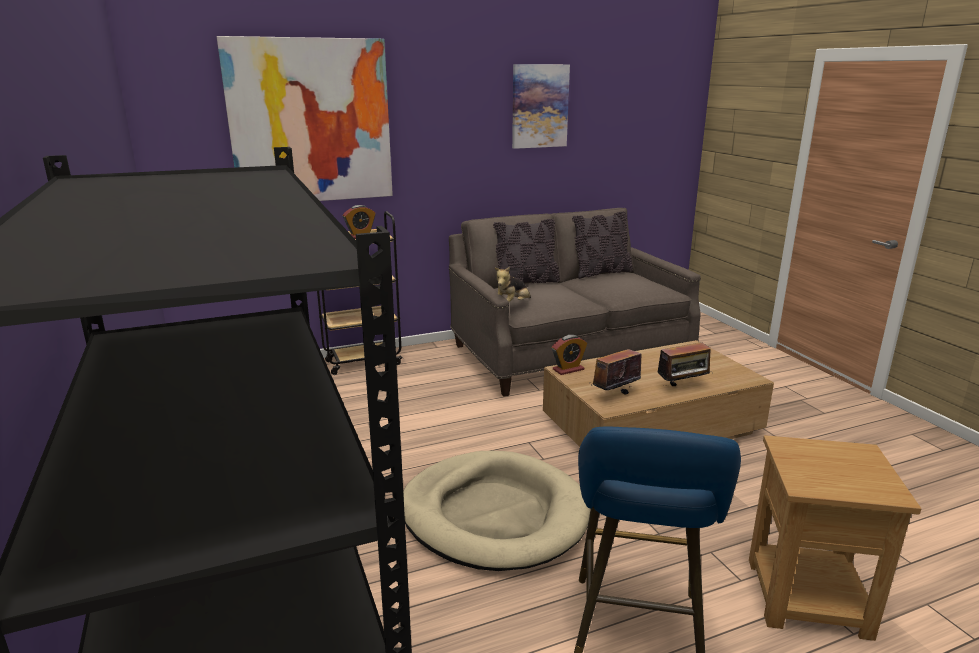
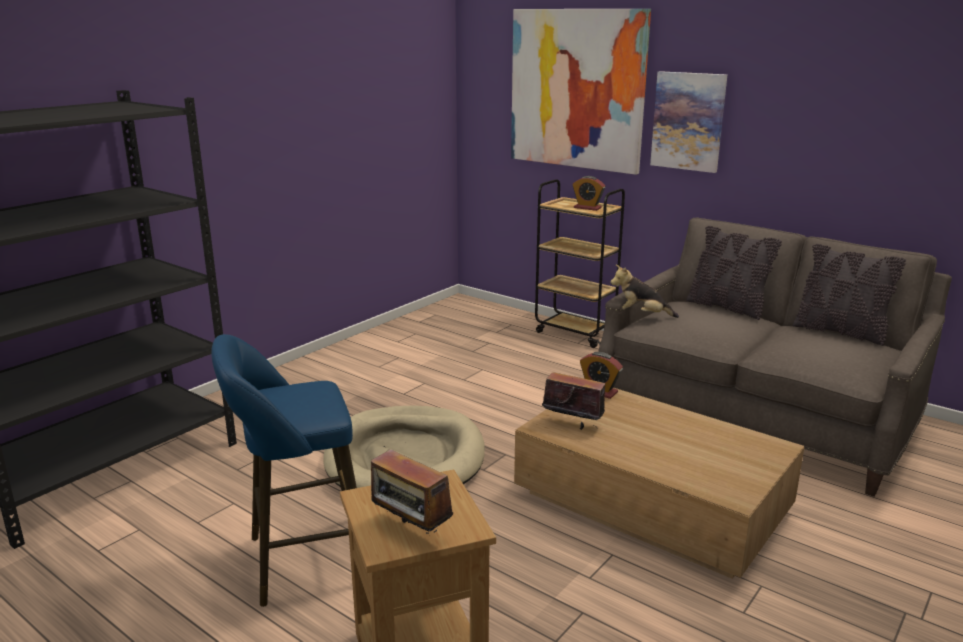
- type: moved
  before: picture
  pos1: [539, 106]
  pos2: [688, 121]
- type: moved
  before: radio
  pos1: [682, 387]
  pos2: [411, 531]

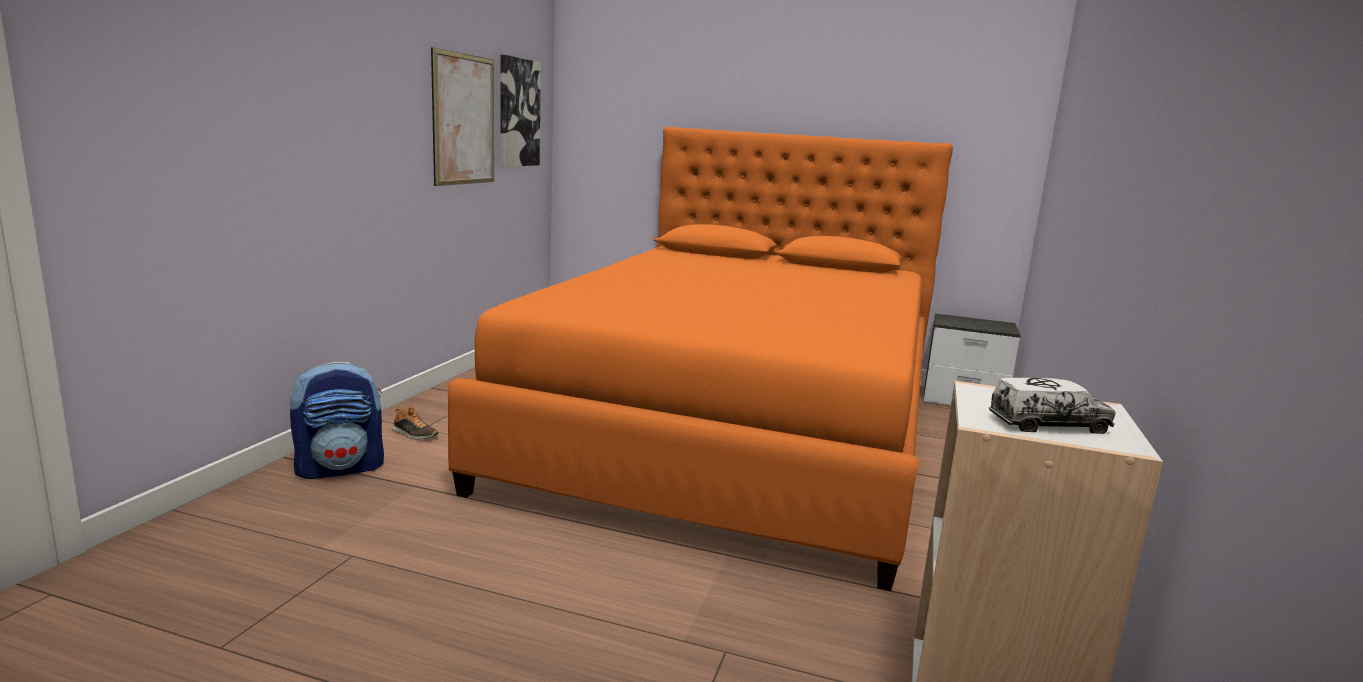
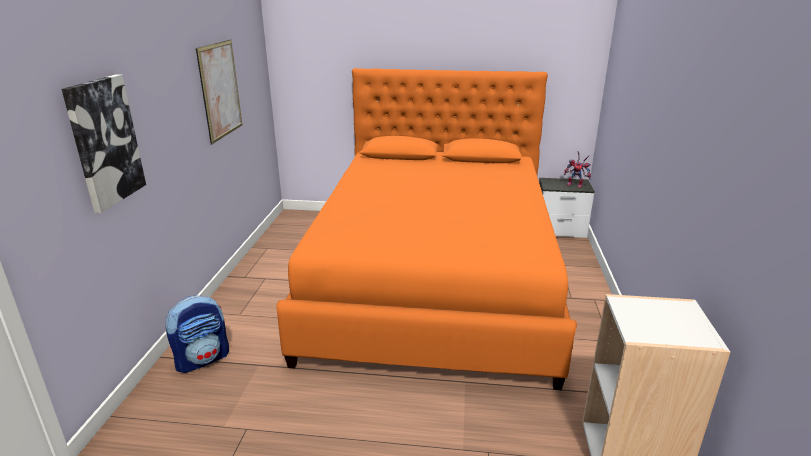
- type: moved
  before: picture
  pos1: [518, 113]
  pos2: [104, 142]
- type: removed
  before: toy truck
  pos1: [1048, 424]
- type: removed
  before: shoe
  pos1: [414, 434]
- type: added
  after: toy robot
  pos2: [576, 185]

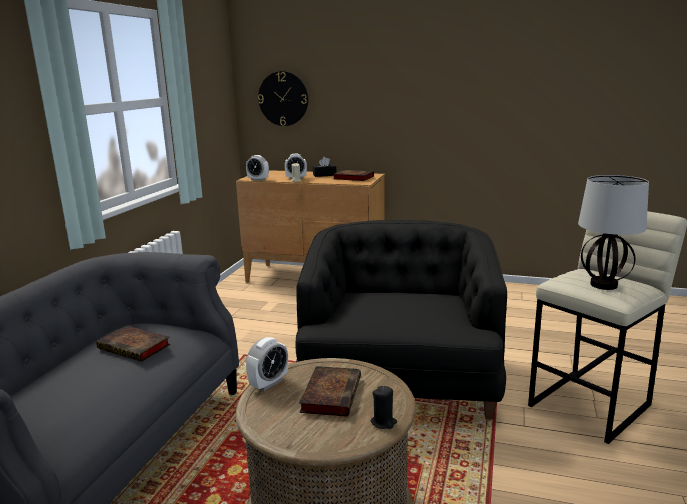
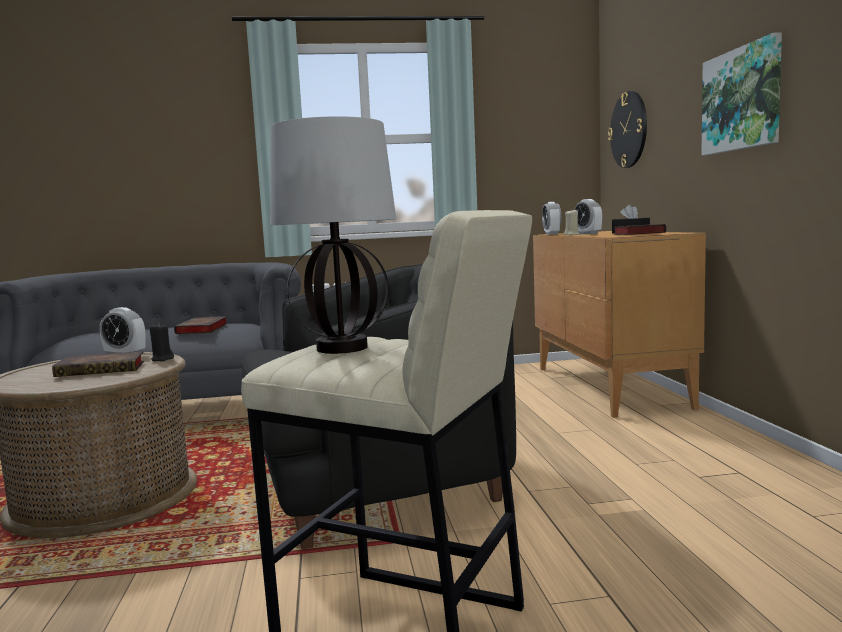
- type: moved
  before: black candle
  pos1: [383, 422]
  pos2: [162, 359]
- type: added
  after: picture
  pos2: [742, 99]

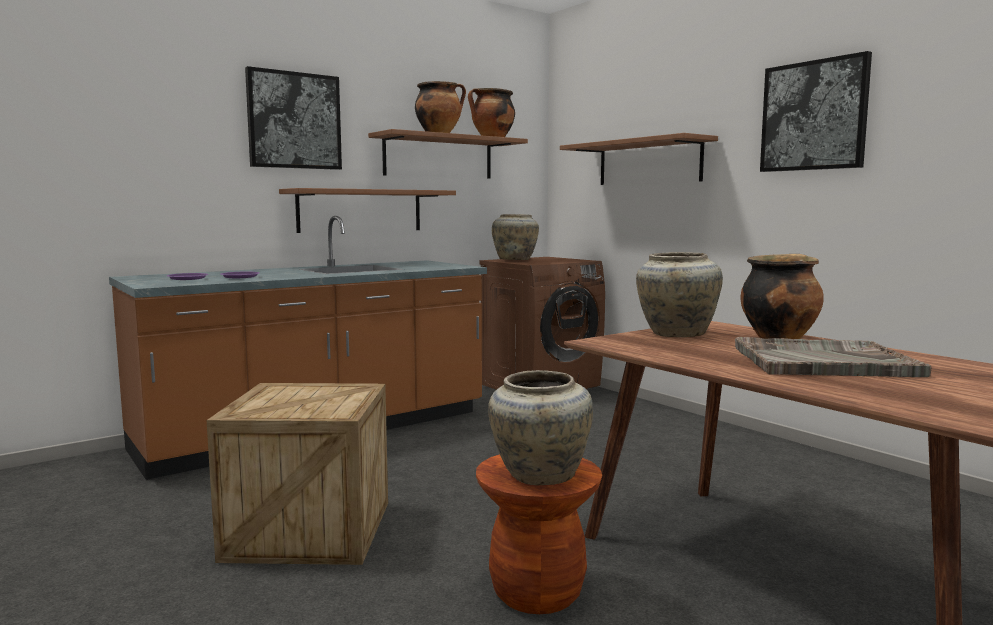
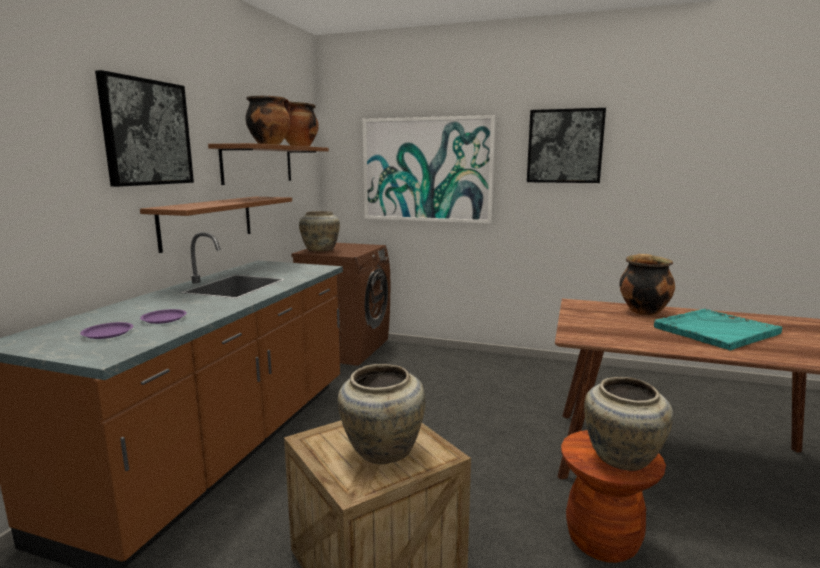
- type: replaced
  before: brown shelf
  after: picture
  pos1: [649, 162]
  pos2: [427, 170]
- type: moved
  before: beige vase
  pos1: [675, 334]
  pos2: [381, 451]
- type: recoloured
  before: grey tray
  after: turquoise tray
  pos1: [821, 361]
  pos2: [715, 330]

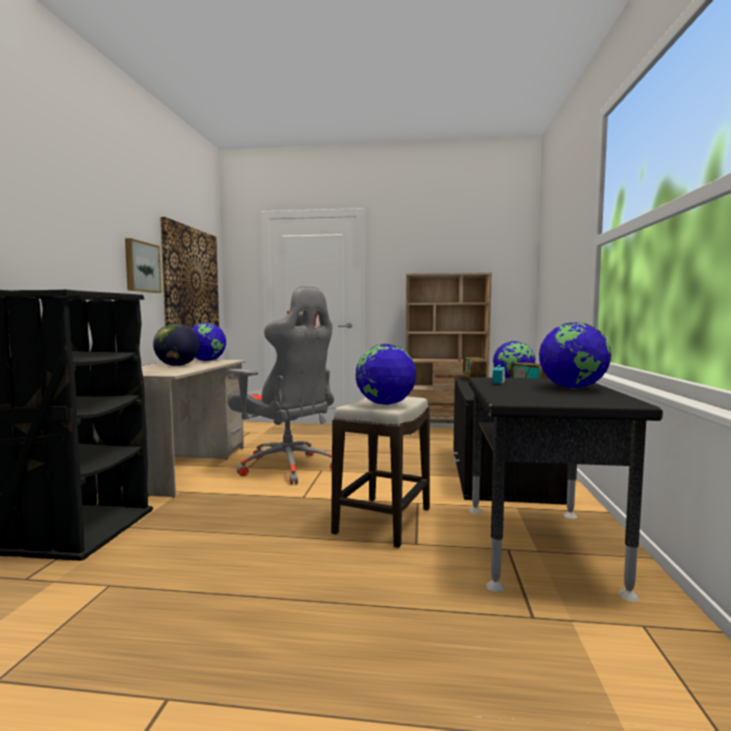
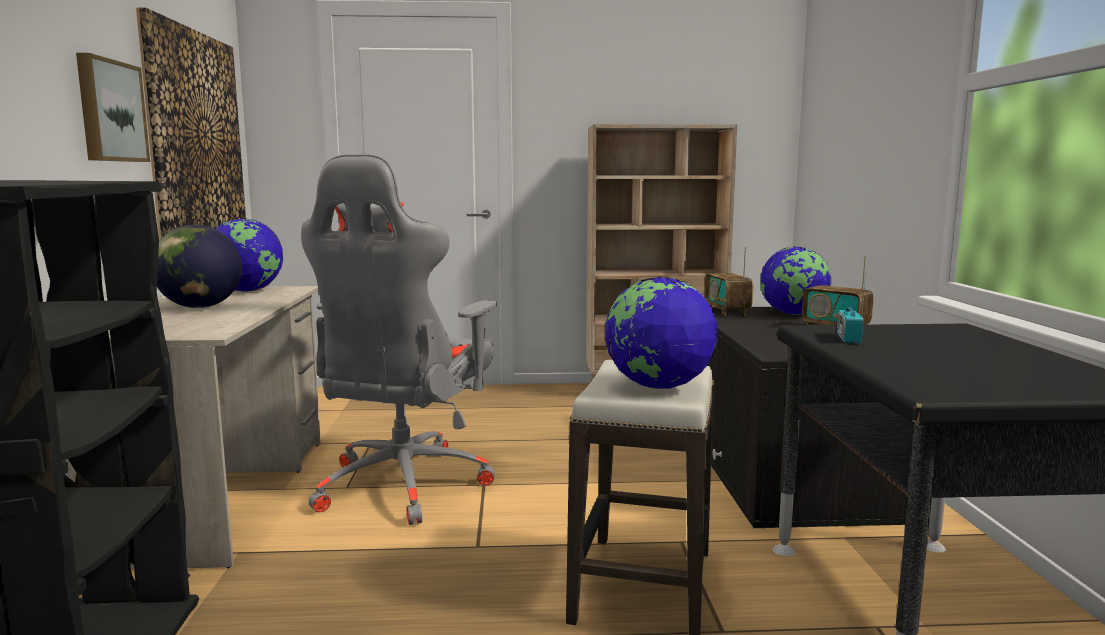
- type: turned
  before: grey office chair
  pos1: [283, 466]
  pos2: [410, 479]
  turn: 75
- type: removed
  before: globe
  pos1: [572, 388]

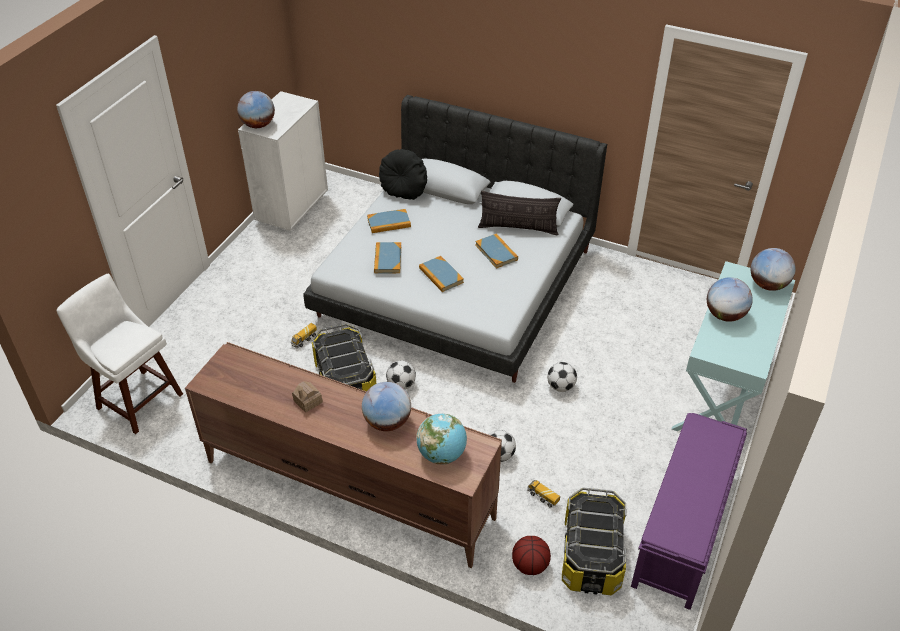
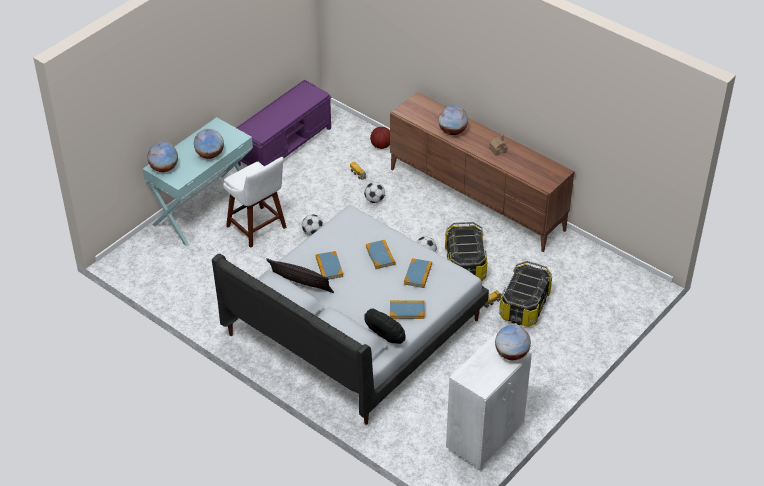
- type: moved
  before: white chair
  pos1: [137, 399]
  pos2: [258, 228]
- type: removed
  before: globe
  pos1: [442, 454]
- type: moved
  before: storage box
  pos1: [592, 555]
  pos2: [524, 305]

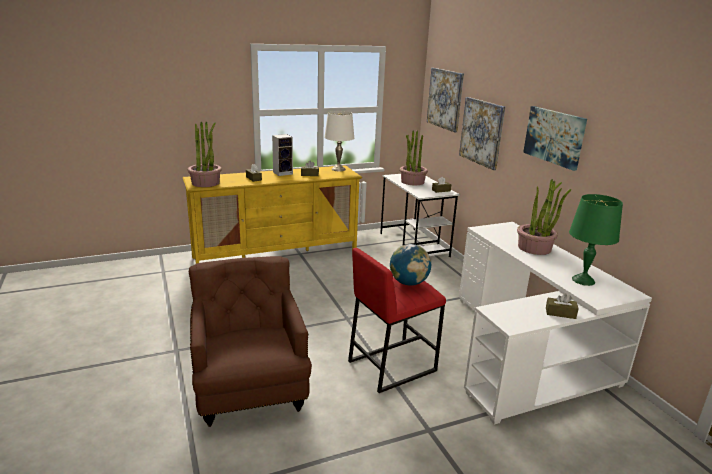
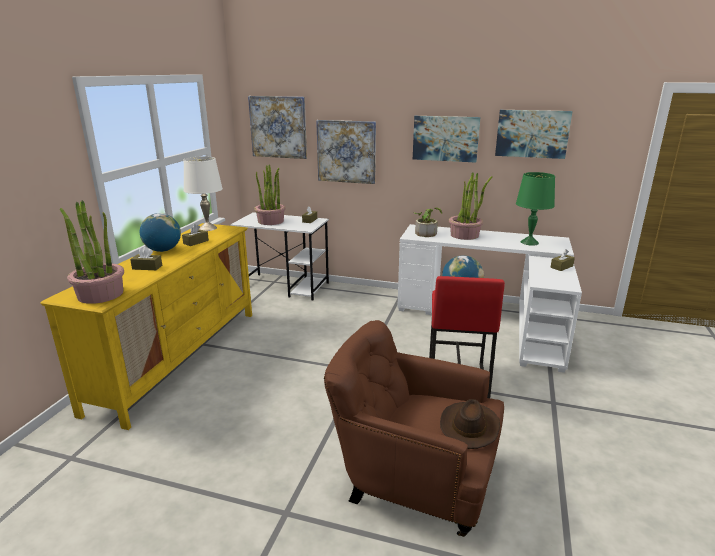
- type: replaced
  before: speaker
  after: globe
  pos1: [283, 173]
  pos2: [163, 250]
- type: added
  after: picture
  pos2: [532, 133]
- type: added
  after: potted plant
  pos2: [426, 232]
- type: added
  after: brown hat
  pos2: [469, 426]

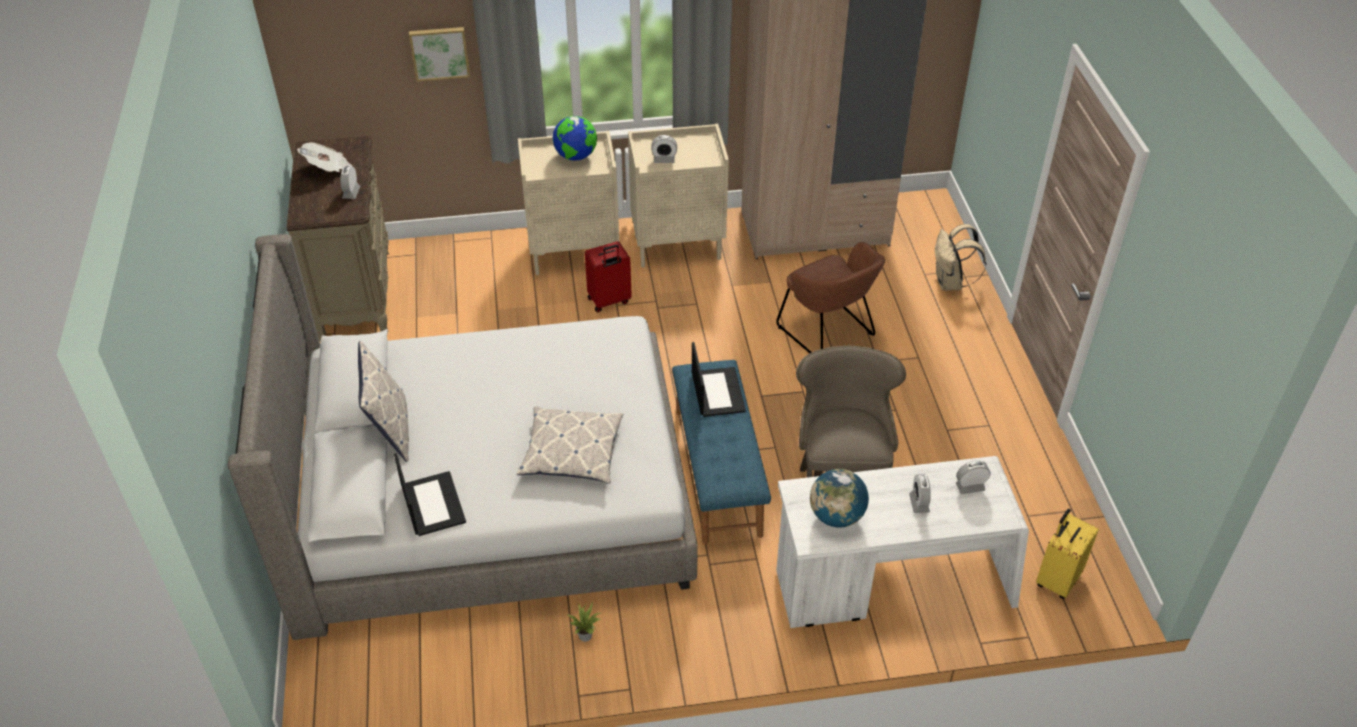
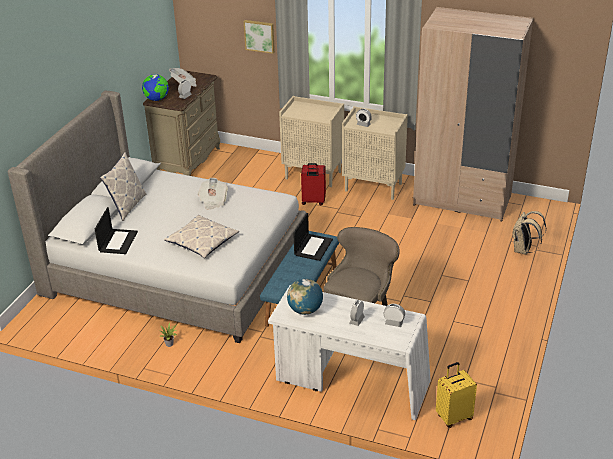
- type: moved
  before: globe
  pos1: [576, 156]
  pos2: [156, 99]
- type: removed
  before: brown armchair
  pos1: [828, 333]
- type: added
  after: newspaper
  pos2: [213, 201]

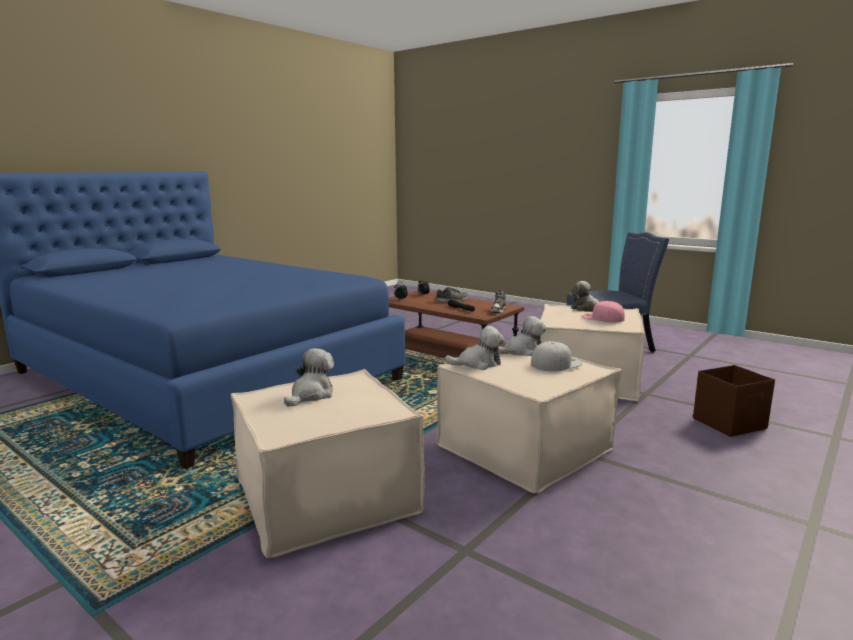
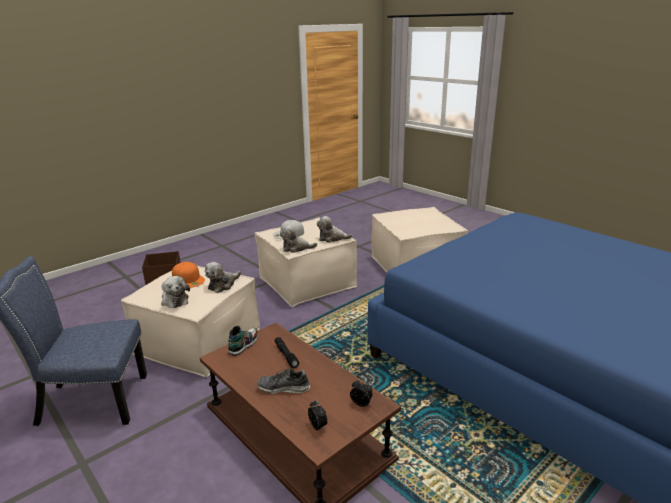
- type: recoloured
  before: pink cap
  after: orange cap
  pos1: [602, 317]
  pos2: [188, 279]
- type: moved
  before: plush toy
  pos1: [311, 395]
  pos2: [223, 285]

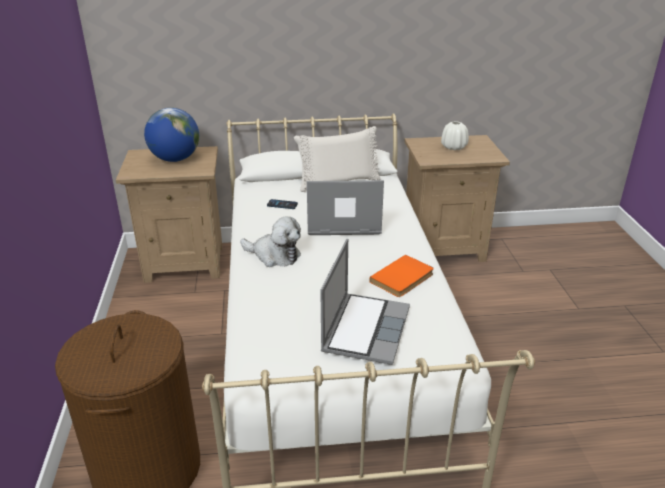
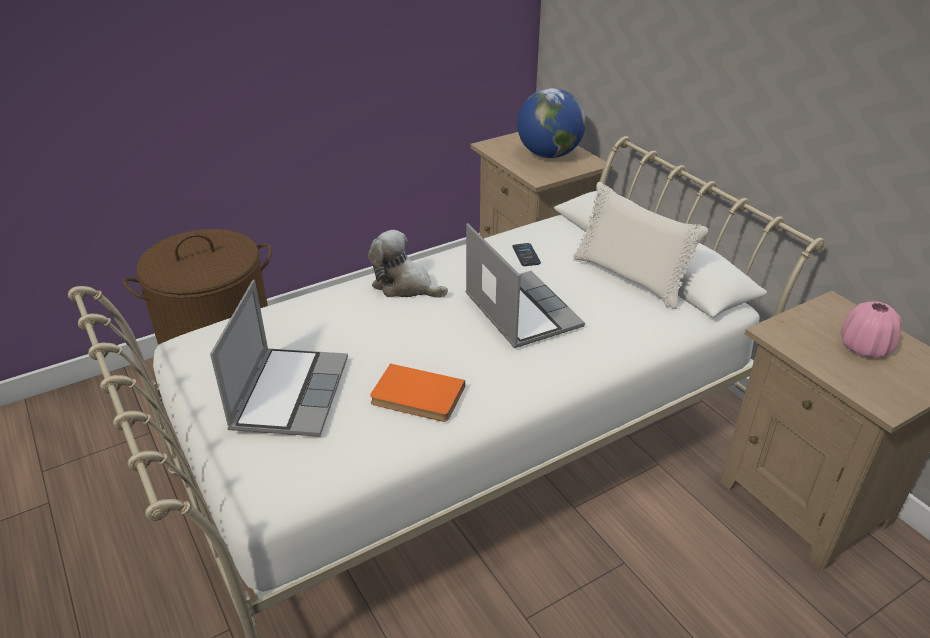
- type: recoloured
  before: white vase
  after: pink vase
  pos1: [453, 147]
  pos2: [864, 347]
- type: turned
  before: plush toy
  pos1: [274, 255]
  pos2: [405, 286]
  turn: 120
- type: turned
  before: laptop
  pos1: [365, 329]
  pos2: [289, 393]
  turn: -75

